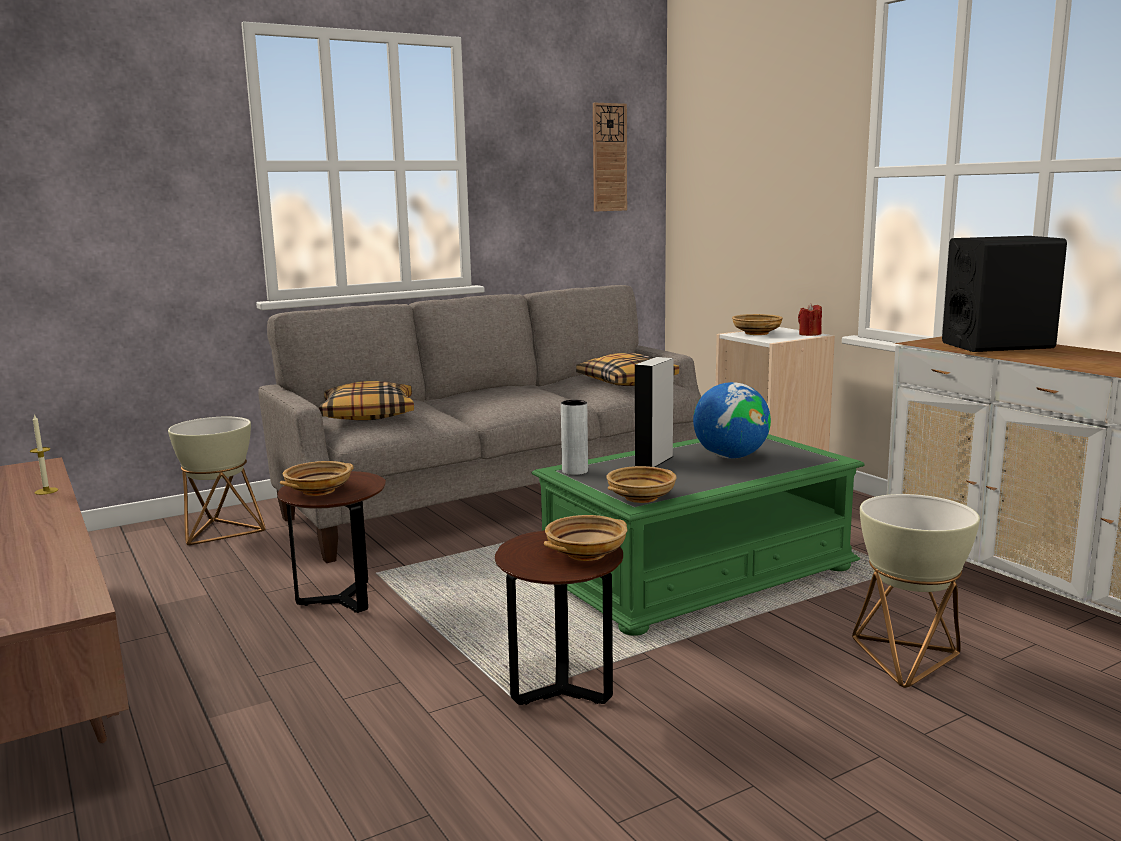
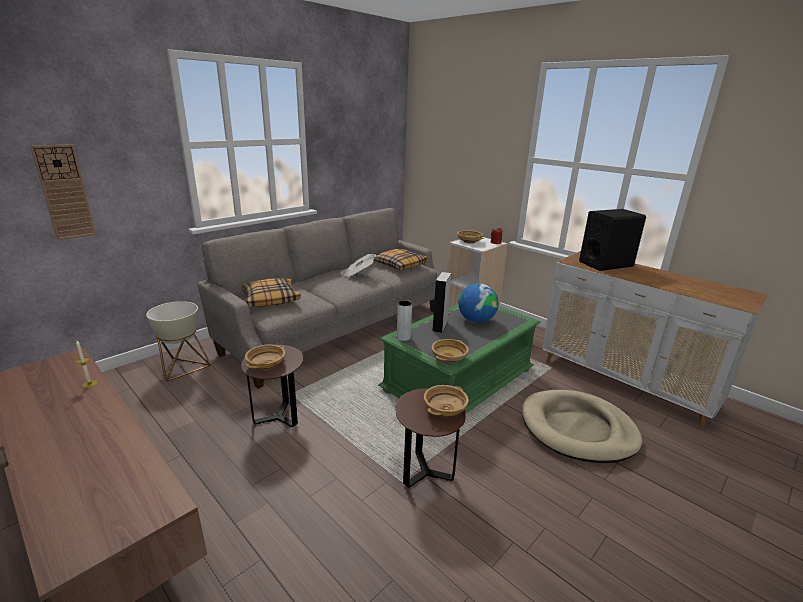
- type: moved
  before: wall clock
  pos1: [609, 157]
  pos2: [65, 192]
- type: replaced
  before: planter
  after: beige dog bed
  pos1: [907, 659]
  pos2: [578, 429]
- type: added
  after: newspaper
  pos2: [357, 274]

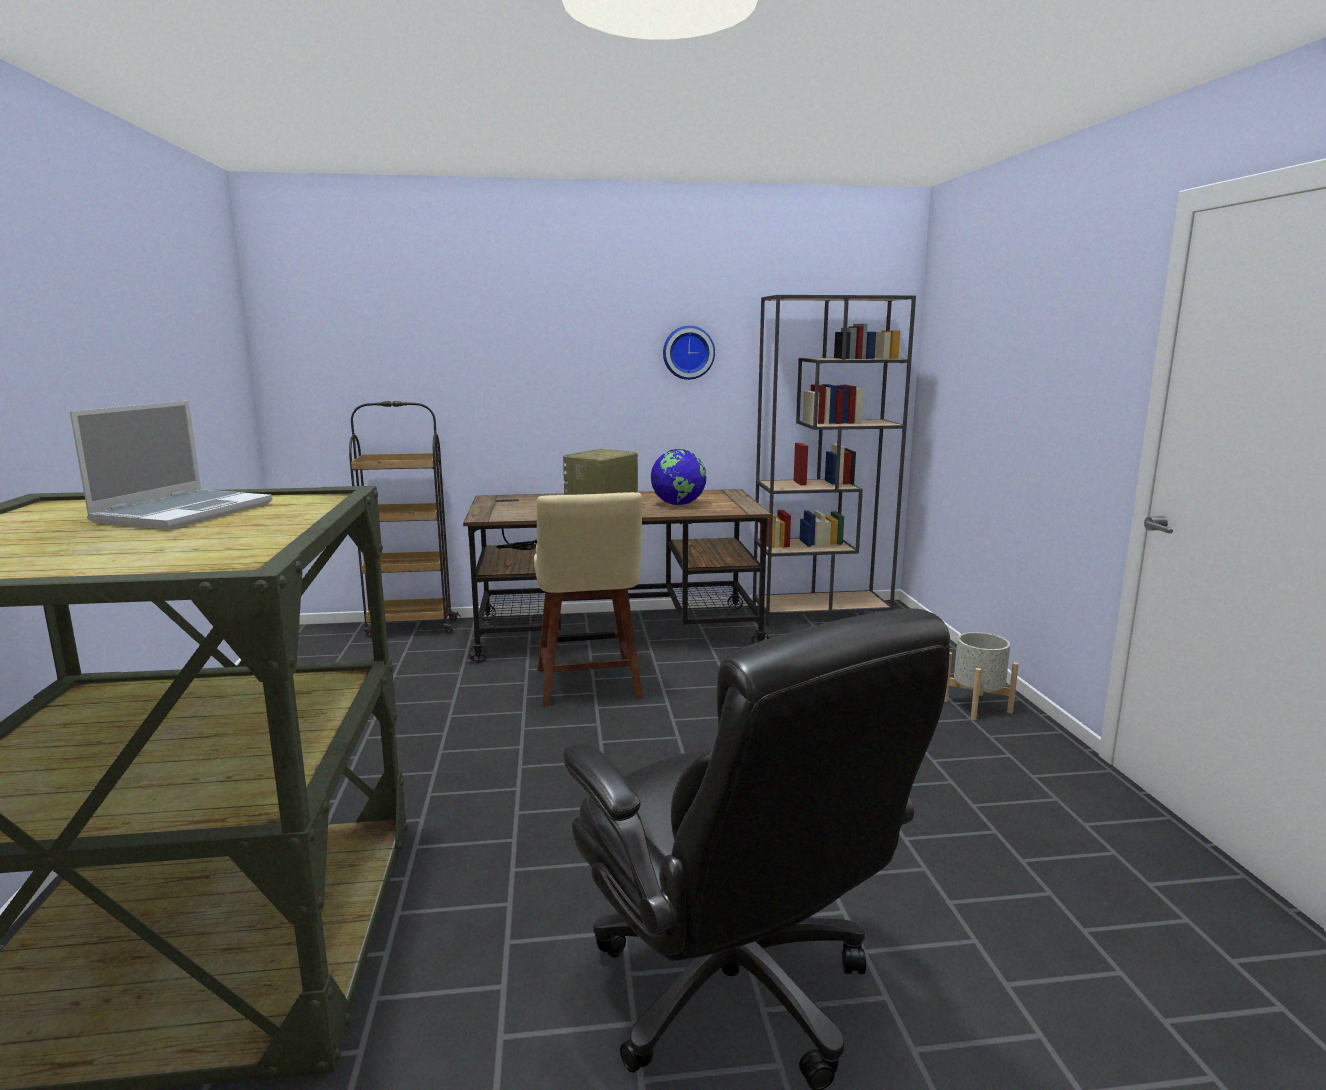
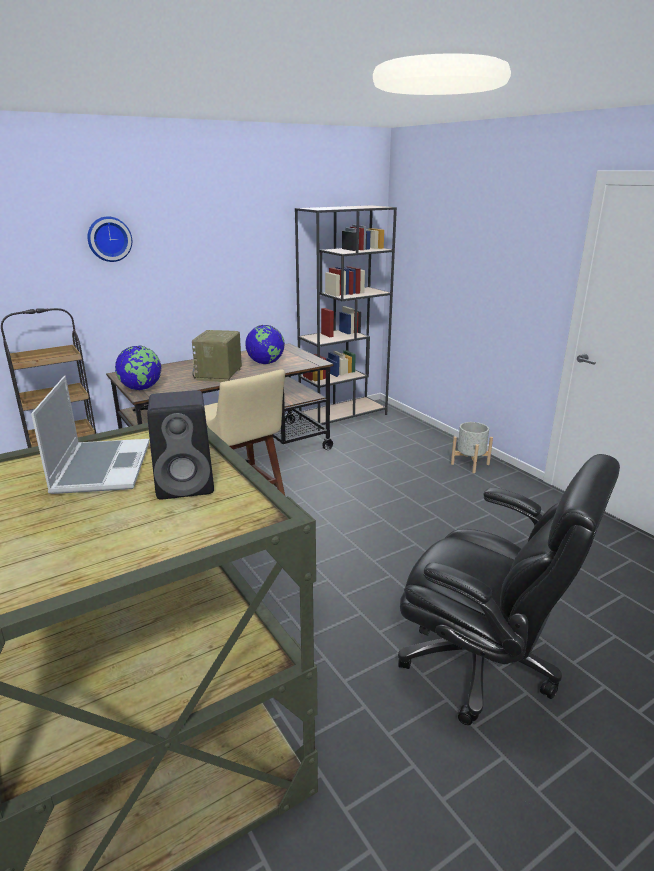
- type: moved
  before: wall clock
  pos1: [688, 352]
  pos2: [109, 239]
- type: added
  after: globe
  pos2: [141, 389]
- type: added
  after: black speaker
  pos2: [187, 484]

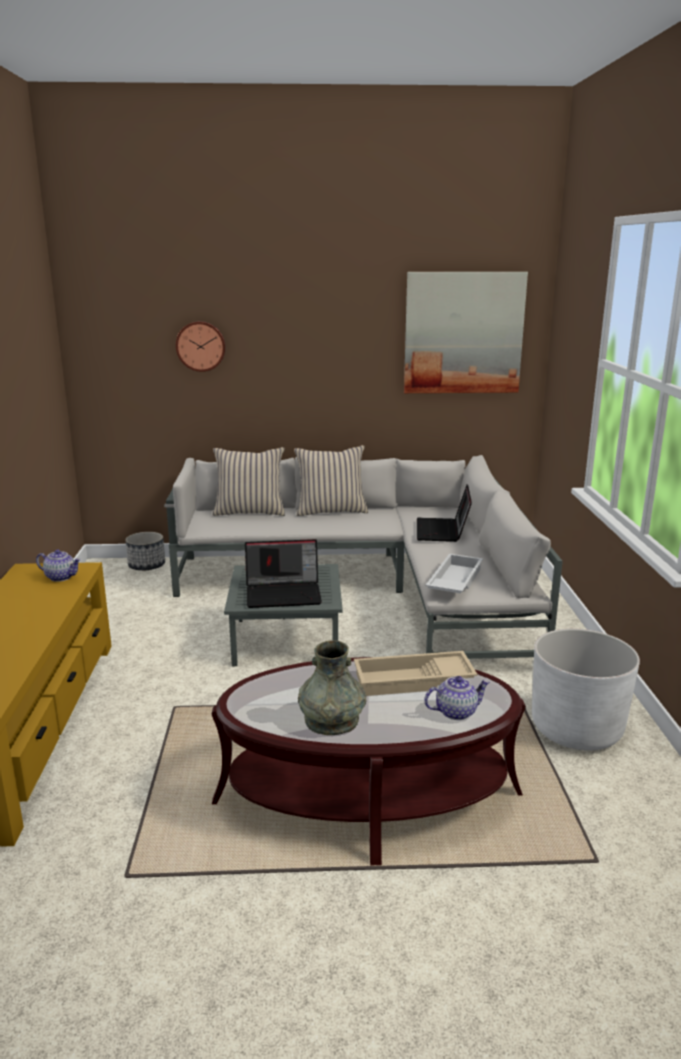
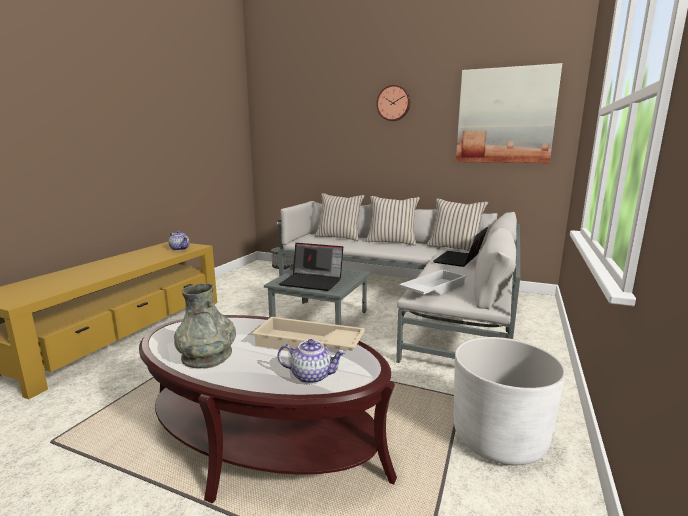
- type: moved
  before: wall clock
  pos1: [201, 346]
  pos2: [393, 103]
- type: added
  after: beige pillow
  pos2: [454, 248]

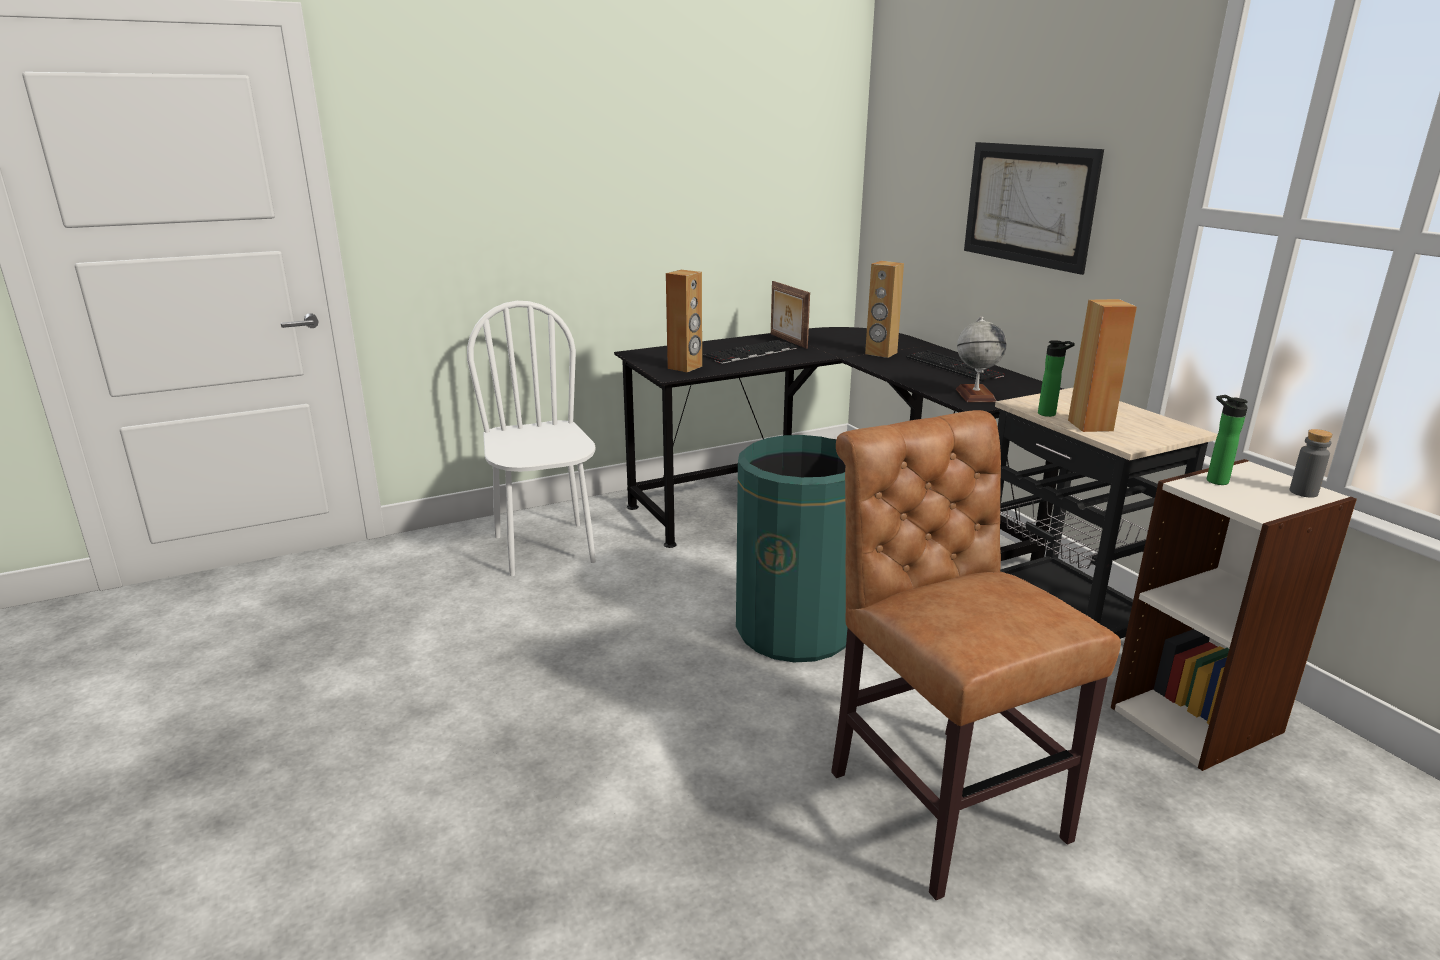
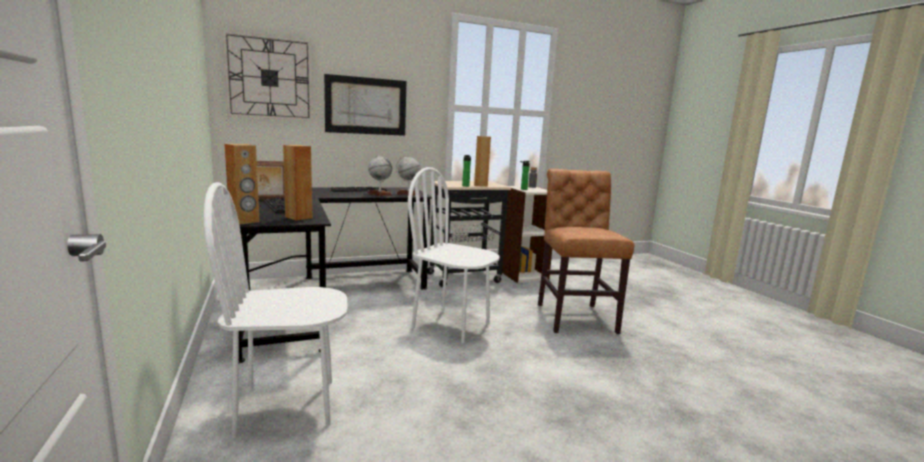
- type: moved
  before: brown speaker
  pos1: [881, 353]
  pos2: [244, 221]
- type: turned
  before: brown chair
  pos1: [938, 797]
  pos2: [574, 316]
  turn: 105
- type: replaced
  before: green trash can
  after: white chair
  pos1: [795, 630]
  pos2: [451, 325]
- type: added
  after: wall clock
  pos2: [269, 78]
- type: added
  after: globe
  pos2: [380, 194]

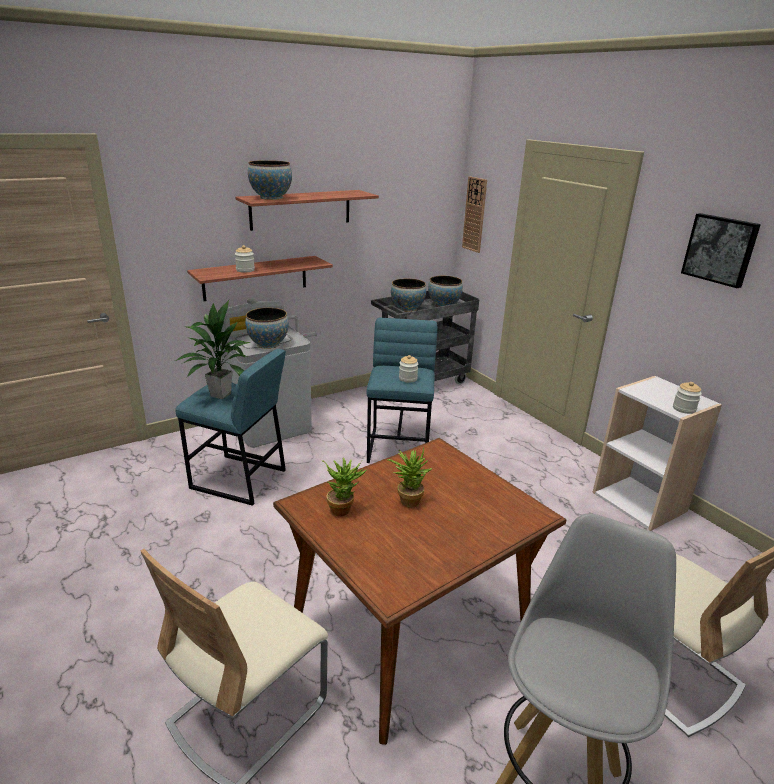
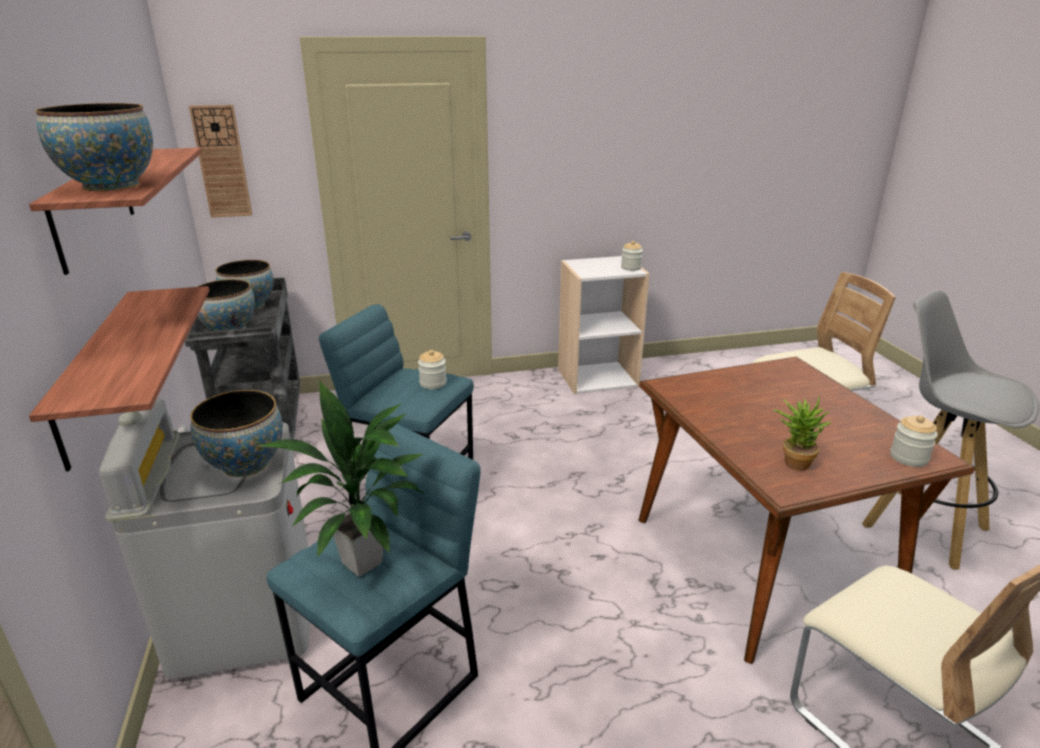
- type: removed
  before: picture
  pos1: [720, 249]
- type: moved
  before: jar
  pos1: [245, 270]
  pos2: [908, 457]
- type: removed
  before: potted plant
  pos1: [408, 499]

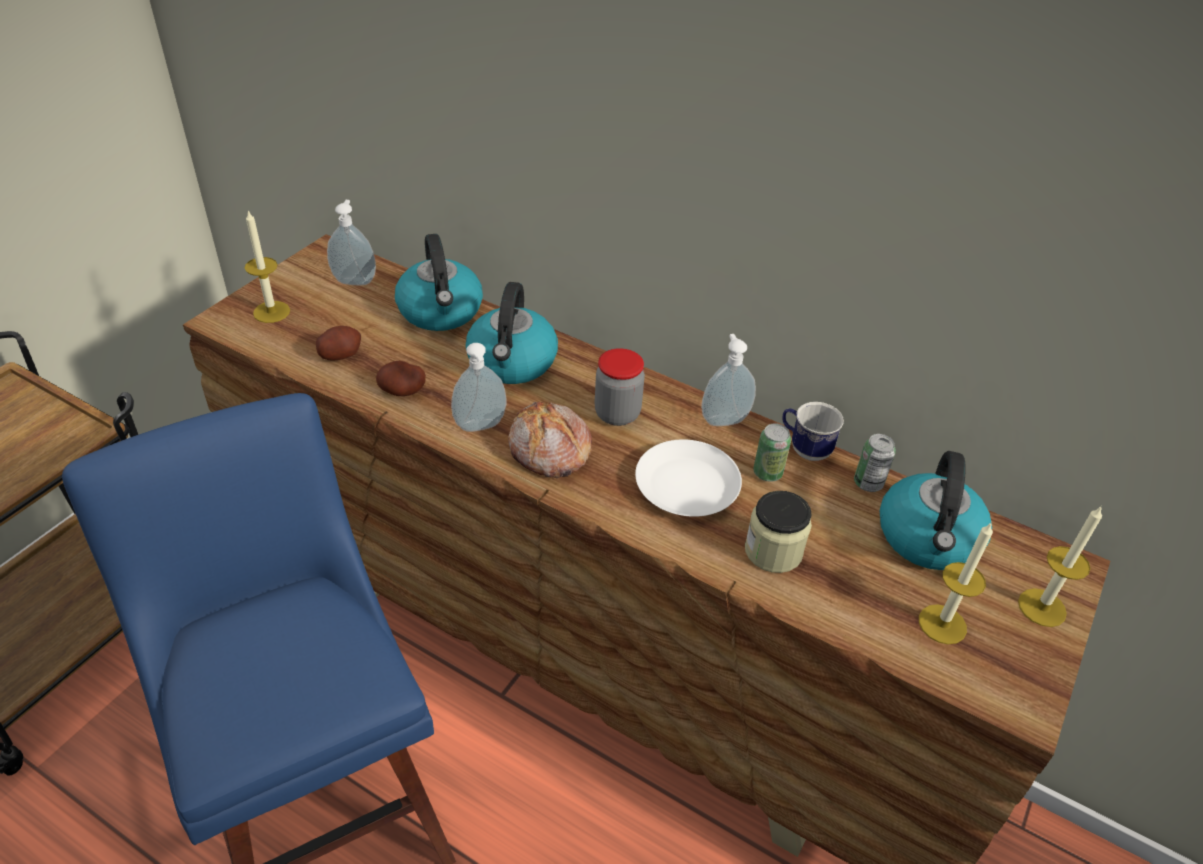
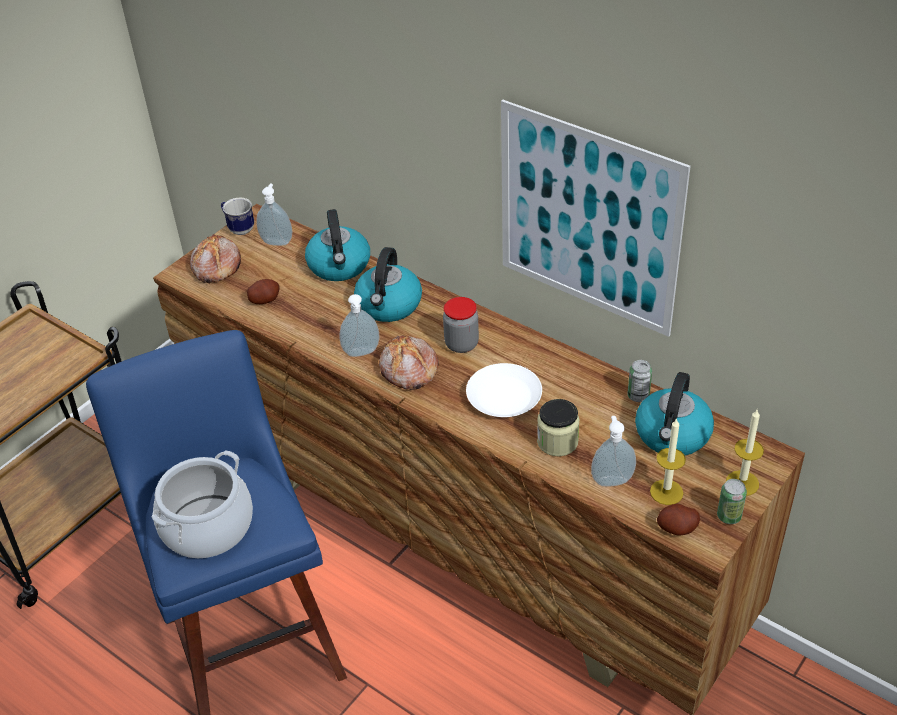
- type: replaced
  before: candle
  after: bread
  pos1: [271, 312]
  pos2: [216, 267]
- type: moved
  before: soap dispenser
  pos1: [723, 419]
  pos2: [611, 479]
- type: moved
  before: potato
  pos1: [402, 391]
  pos2: [677, 528]
- type: moved
  before: mug
  pos1: [804, 449]
  pos2: [238, 228]
- type: moved
  before: can
  pos1: [767, 473]
  pos2: [729, 516]
- type: added
  after: picture
  pos2: [588, 219]
- type: added
  after: cooking pot
  pos2: [207, 526]

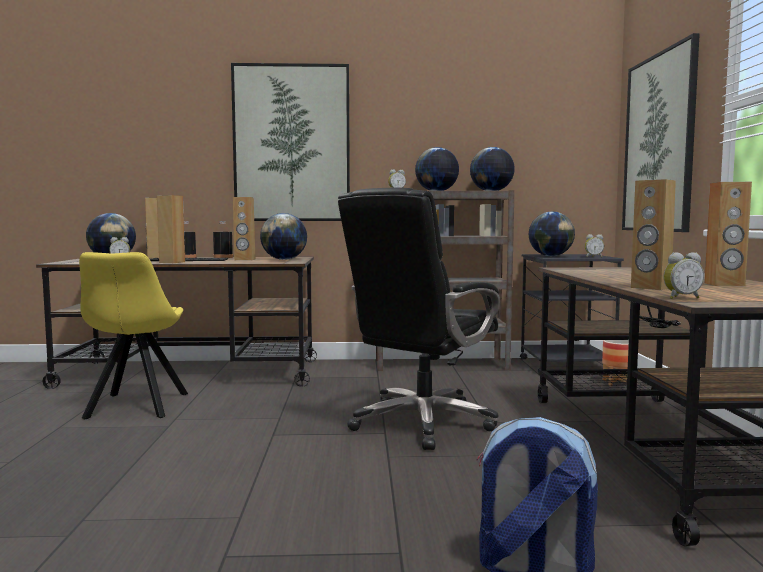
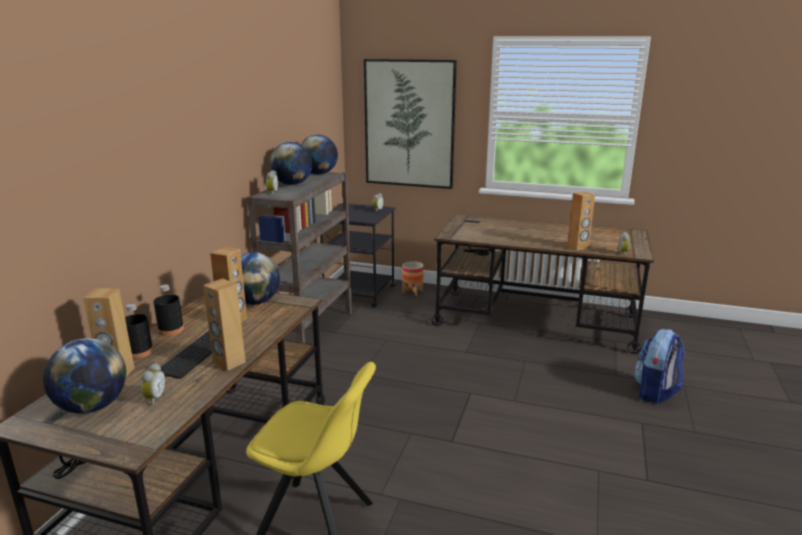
- type: removed
  before: picture
  pos1: [291, 143]
- type: removed
  before: brown speaker
  pos1: [724, 284]
- type: removed
  before: black office chair
  pos1: [422, 423]
- type: removed
  before: globe
  pos1: [550, 256]

